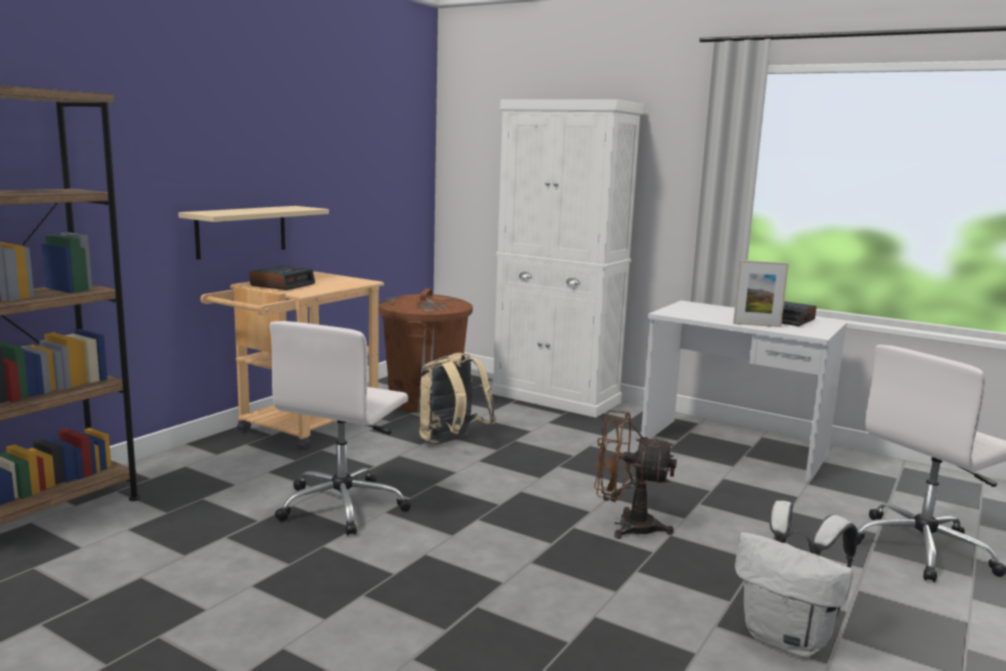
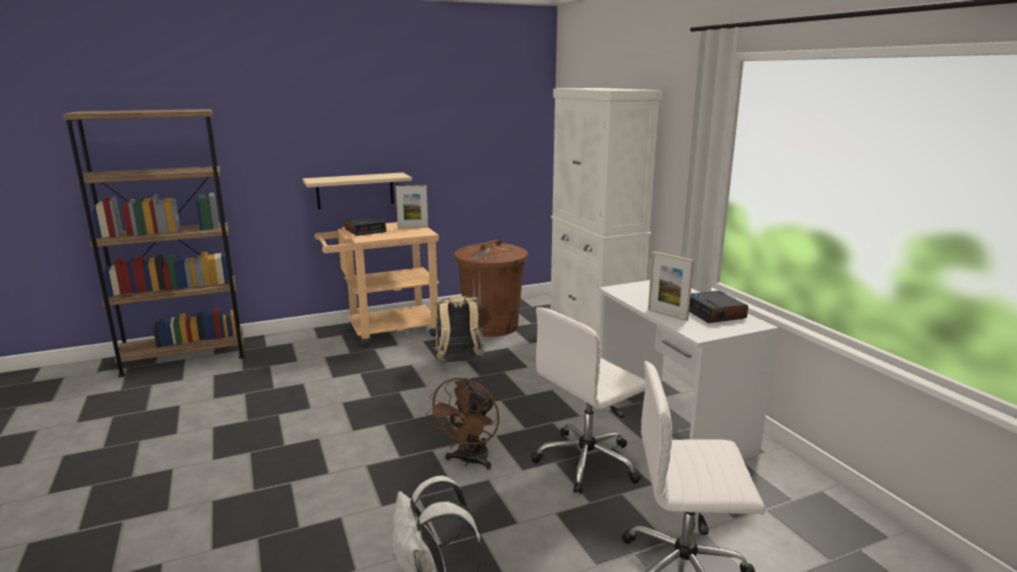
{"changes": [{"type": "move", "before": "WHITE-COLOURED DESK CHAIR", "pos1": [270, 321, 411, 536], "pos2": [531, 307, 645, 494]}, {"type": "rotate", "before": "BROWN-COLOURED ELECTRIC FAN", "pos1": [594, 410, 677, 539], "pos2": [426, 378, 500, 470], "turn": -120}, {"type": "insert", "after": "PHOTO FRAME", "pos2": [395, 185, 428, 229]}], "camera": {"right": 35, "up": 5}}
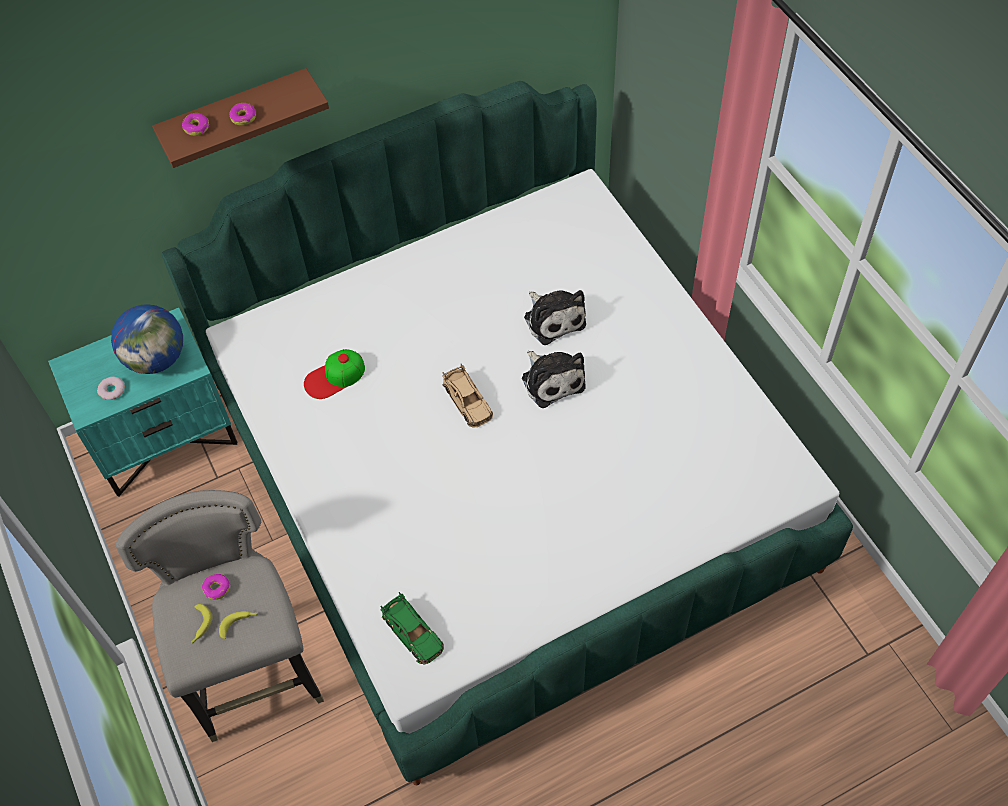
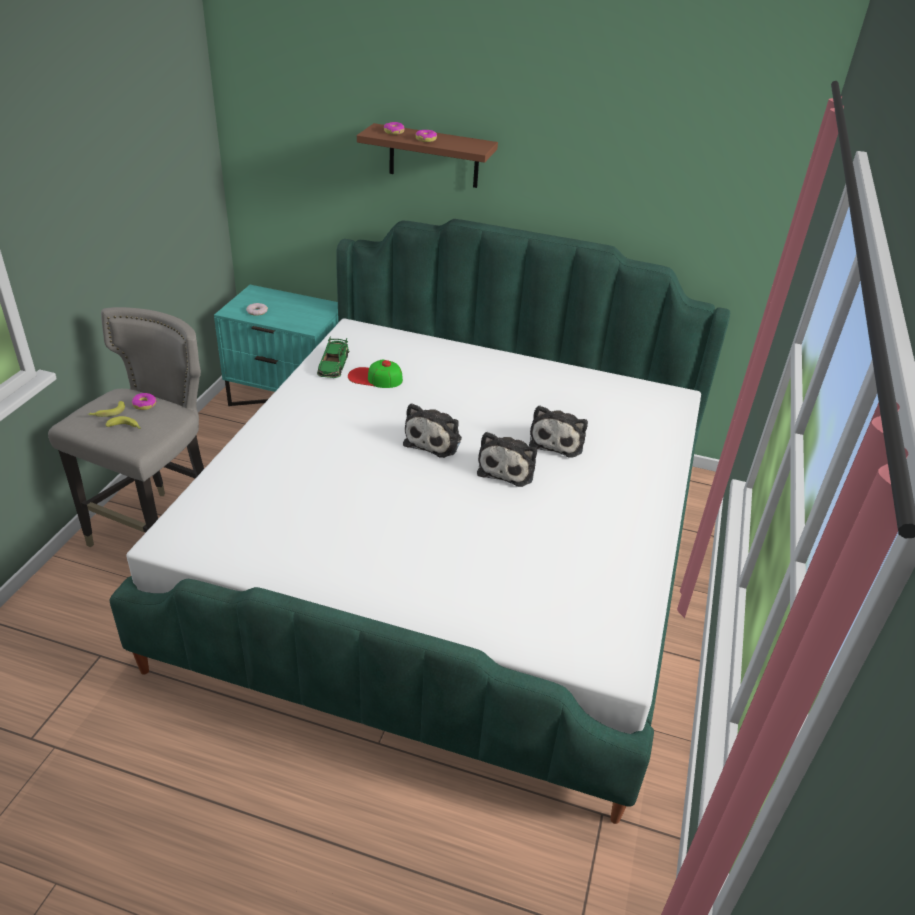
{"changes": [{"type": "delete", "before": "WORLD GLOBE", "pos1": [111, 304, 183, 374]}, {"type": "move", "before": "GREENISH MODEL CAR", "pos1": [380, 592, 444, 664], "pos2": [317, 337, 349, 378]}, {"type": "replace", "before": "BEIGE-COLOURED MODEL CAR", "after": "PLUSH TOY", "pos1": [442, 364, 493, 428], "pos2": [403, 403, 462, 458]}], "camera": {"right": 40, "up": -20}}
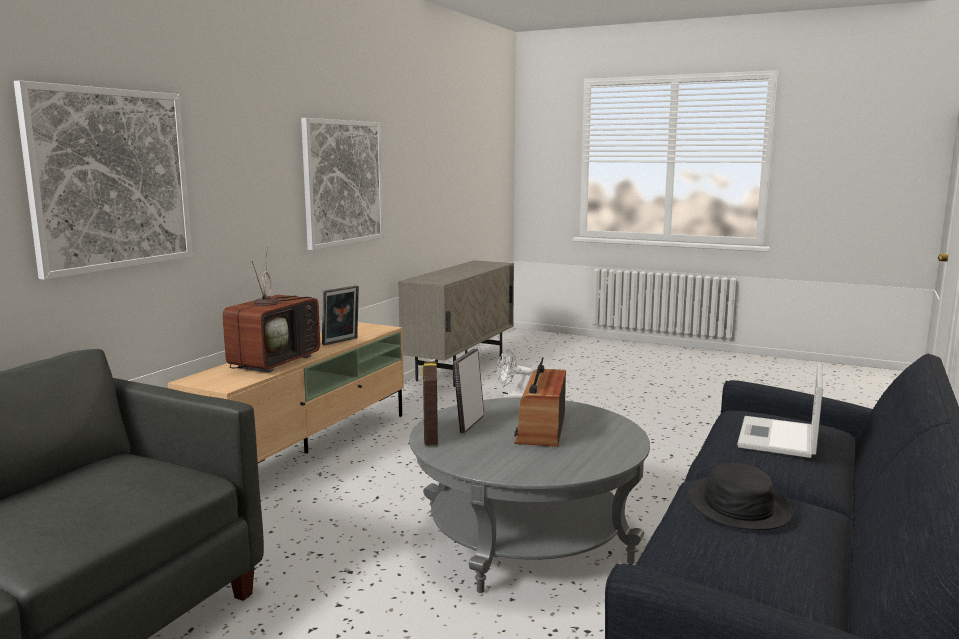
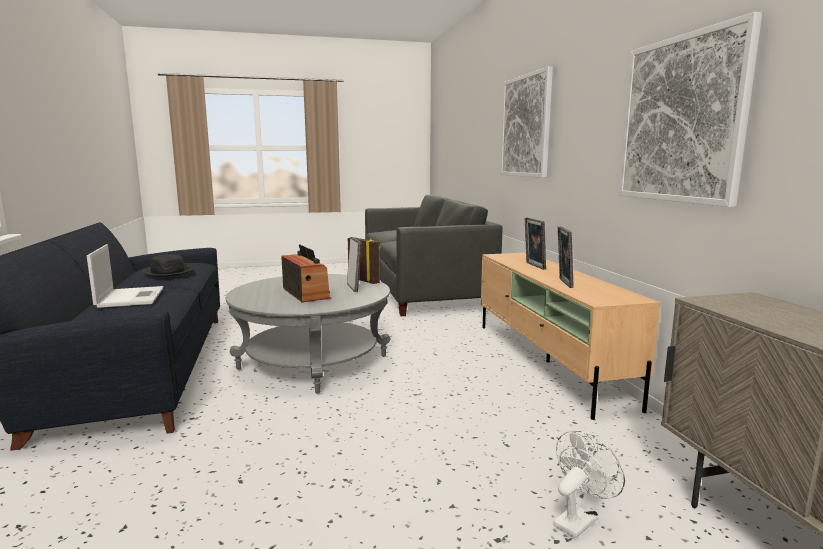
{"changes": [{"type": "replace", "before": "TV SET", "after": "PHOTO FRAME", "pos1": [222, 246, 320, 373], "pos2": [525, 217, 546, 269]}], "camera": {"right": 140, "up": 0}}
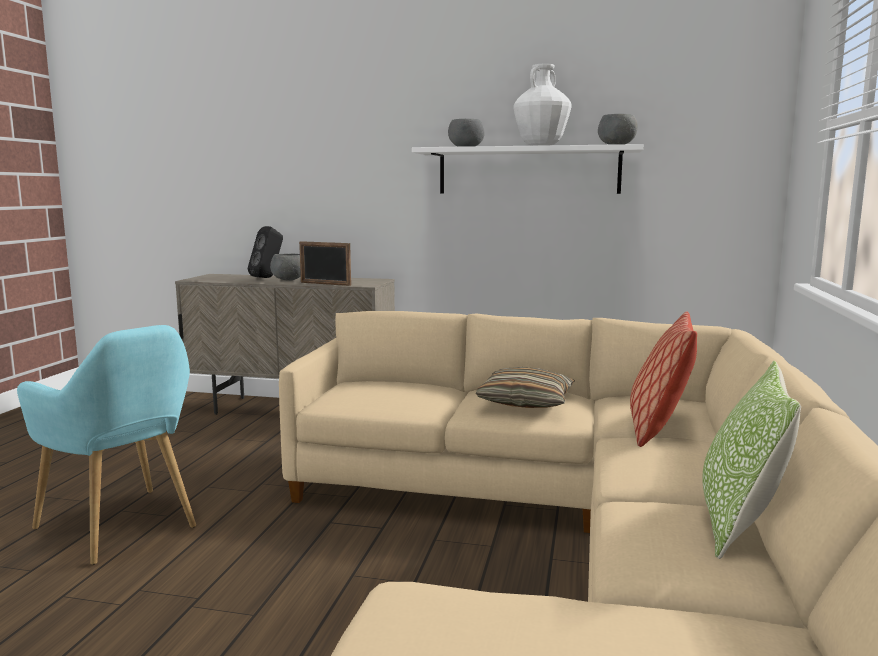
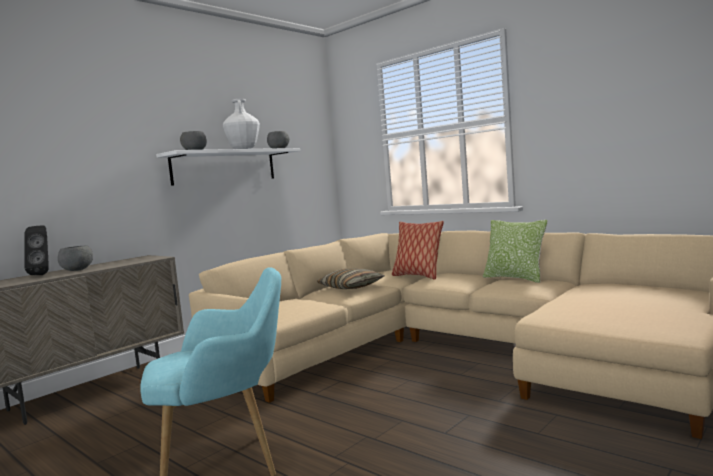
{"changes": [{"type": "delete", "before": "PHOTO FRAME", "pos1": [299, 241, 351, 286]}], "camera": {"right": -60, "up": -5}}
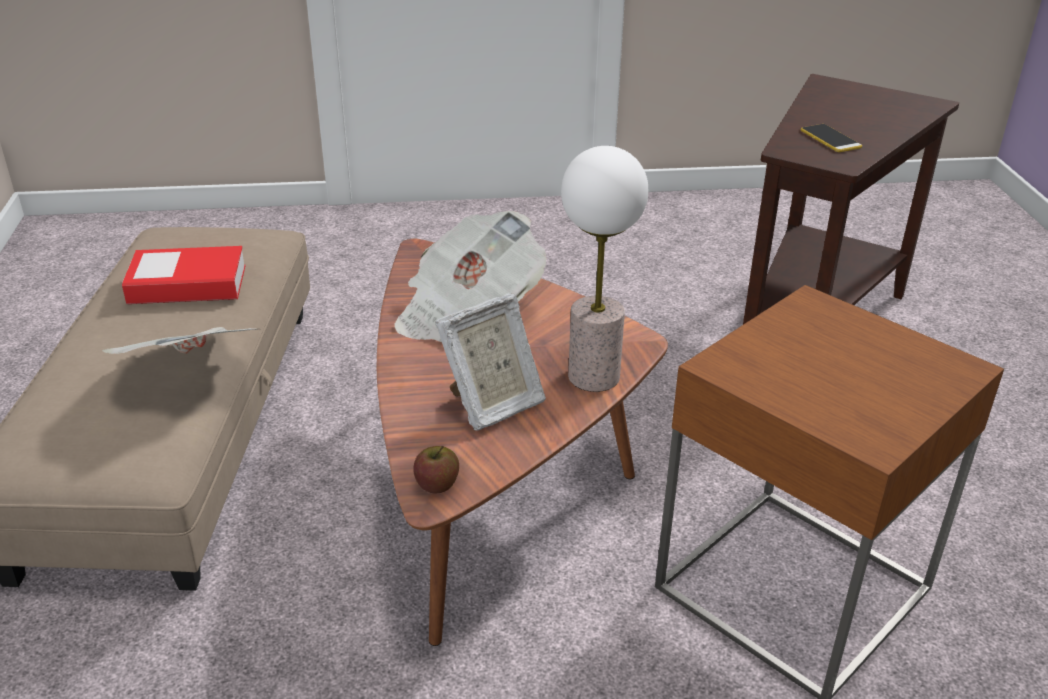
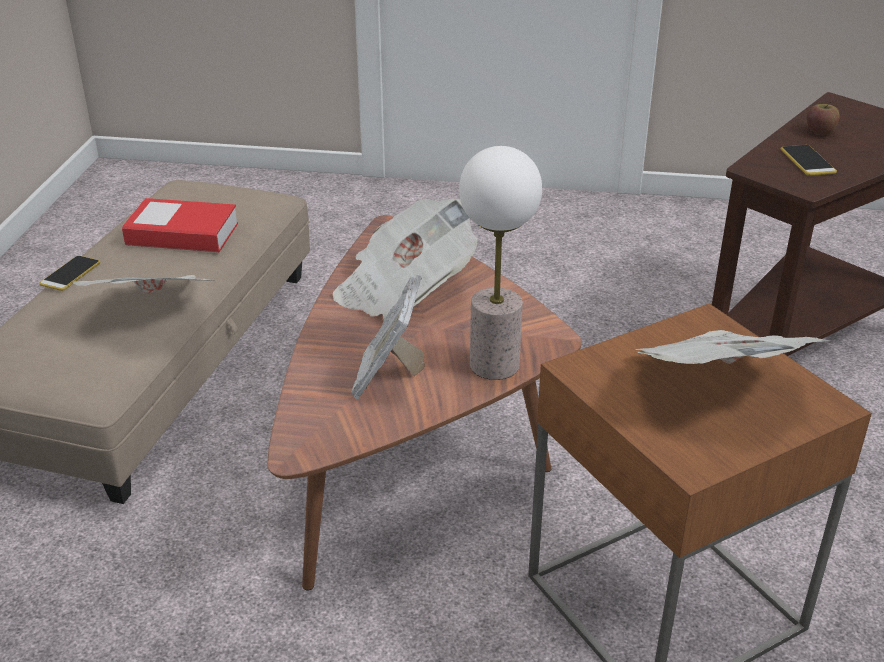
{"changes": [{"type": "move", "before": "APPLE FRUIT", "pos1": [413, 446, 459, 493], "pos2": [807, 101, 840, 135]}, {"type": "rotate", "before": "PHOTO FRAME", "pos1": [435, 293, 546, 431], "pos2": [351, 275, 425, 399], "turn": 120}, {"type": "insert", "after": "TELEPHONE", "pos2": [39, 256, 100, 291]}, {"type": "insert", "after": "DAILY PAPER", "pos2": [635, 330, 830, 364]}], "camera": {"right": 15, "up": 0}}
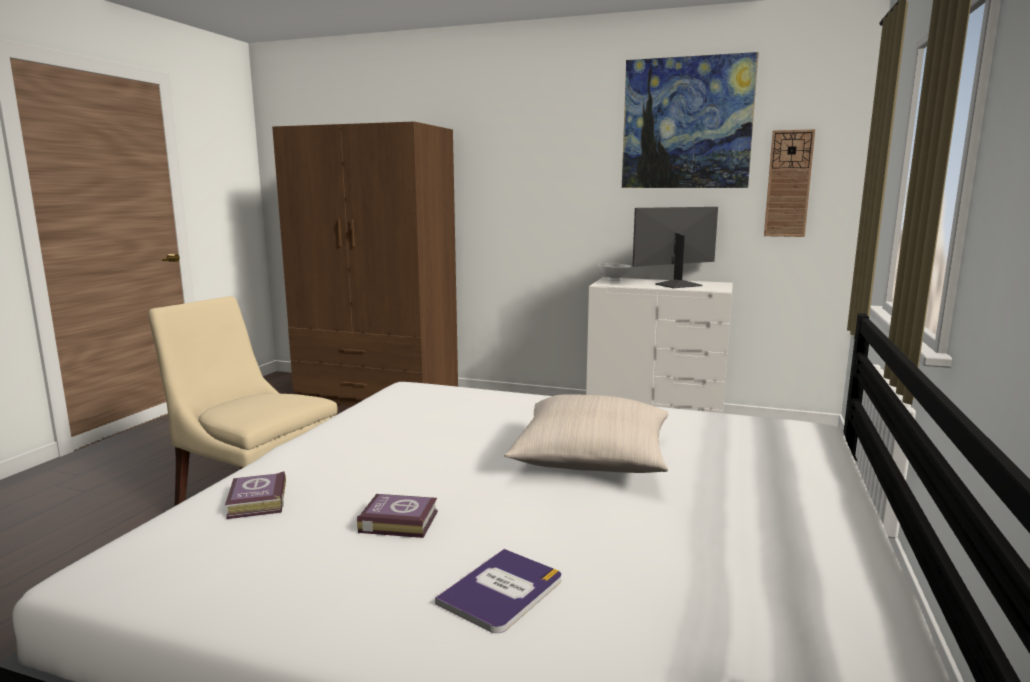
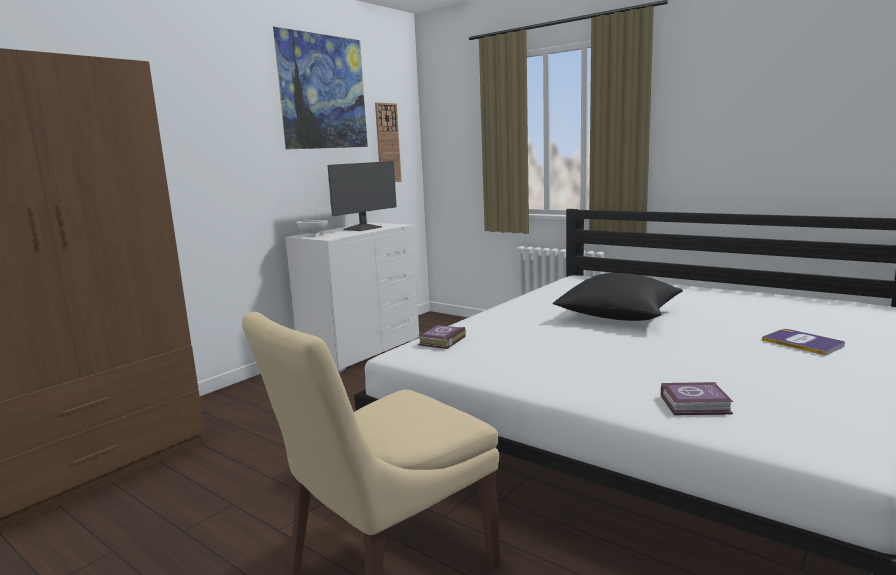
{"changes": [{"type": "move", "before": "BOUND BOOK", "pos1": [357, 494, 438, 538], "pos2": [418, 325, 466, 349]}, {"type": "recolor", "before": "BEIGE-COLOURED PILLOW", "after": "BLACKISH PILLOW", "pos1": [504, 395, 668, 473], "pos2": [553, 273, 683, 321]}, {"type": "rotate", "before": "COMPUTER SCREEN", "pos1": [632, 207, 718, 288], "pos2": [327, 161, 397, 231], "turn": -135}], "camera": {"right": -70, "up": 0}}
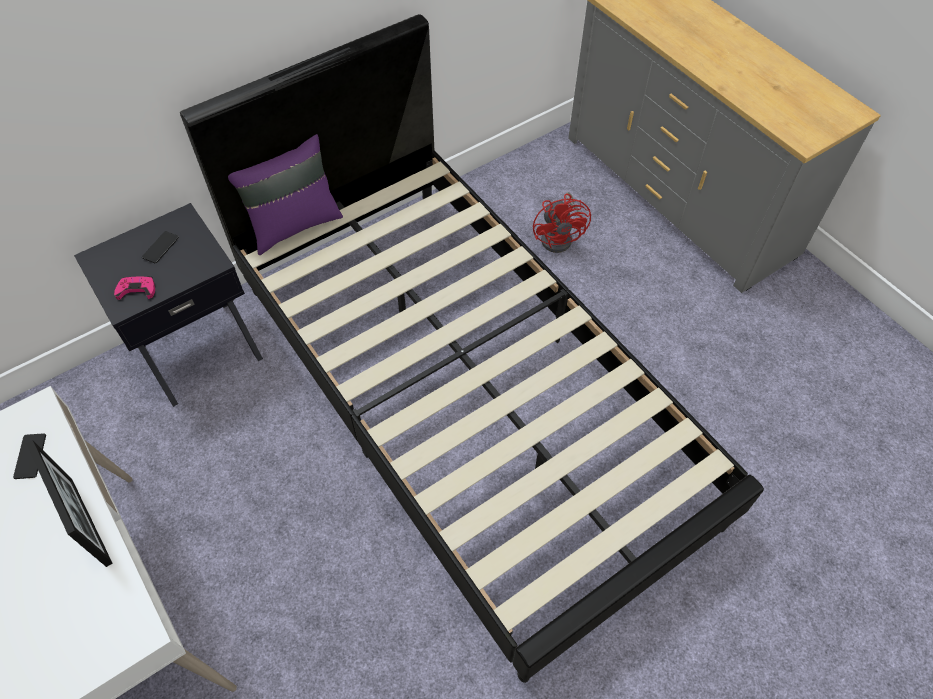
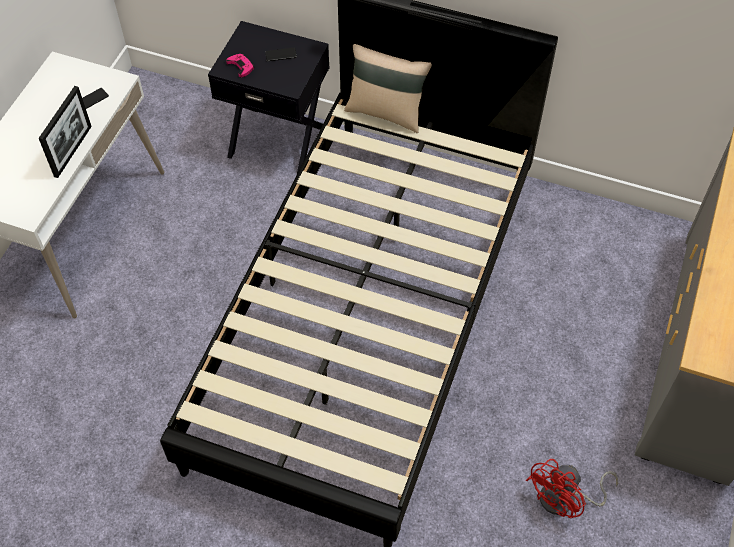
{"changes": [{"type": "recolor", "before": "PURPLISH PILLOW", "after": "BEIGE-COLOURED PILLOW", "pos1": [228, 134, 343, 255], "pos2": [344, 44, 432, 133]}, {"type": "move", "before": "RED-COLOURED ELECTRIC FAN", "pos1": [533, 192, 591, 253], "pos2": [526, 459, 618, 518]}], "camera": {"right": 55, "up": 0}}
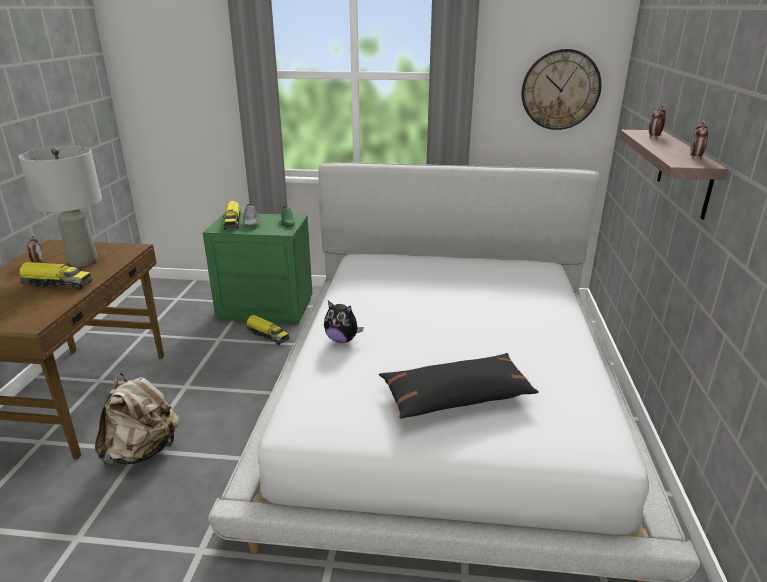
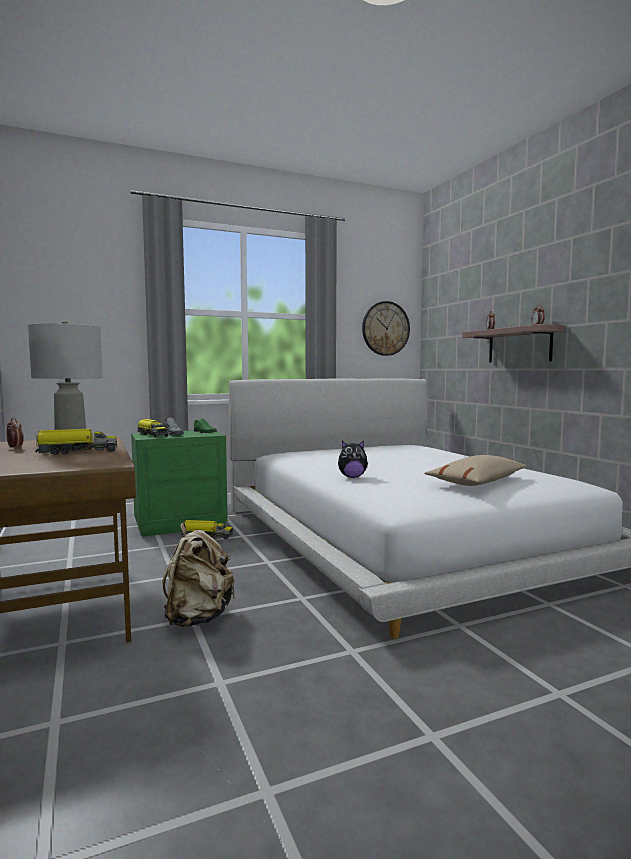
{"changes": [{"type": "recolor", "before": "BLACKISH PILLOW", "after": "BEIGE-COLOURED PILLOW", "pos1": [379, 353, 539, 419], "pos2": [424, 455, 527, 486]}], "camera": {"right": -30, "up": -20}}
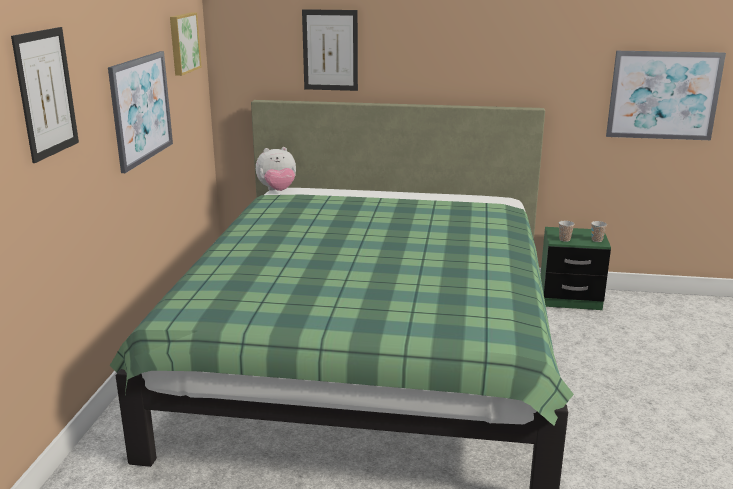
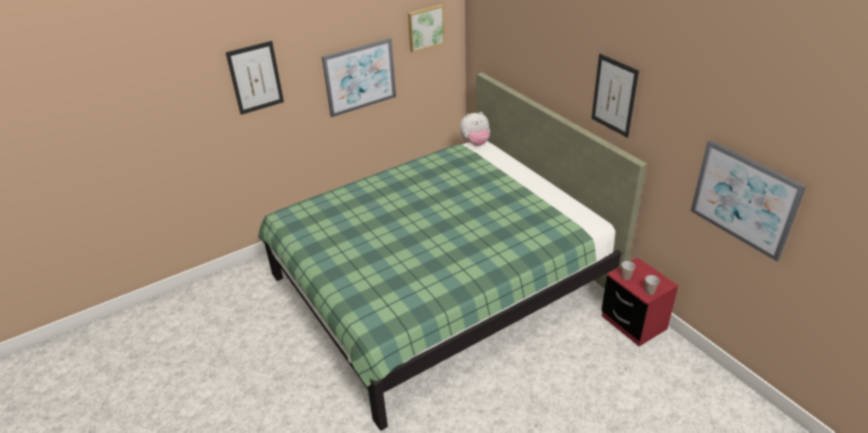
{"changes": [{"type": "rotate", "before": "PLUSH TOY", "pos1": [256, 147, 296, 191], "pos2": [460, 112, 490, 146], "turn": -45}, {"type": "move", "before": "WALL ART", "pos1": [302, 9, 358, 91], "pos2": [591, 54, 639, 138]}, {"type": "recolor", "before": "GREENISH NIGHTSTAND", "after": "RED-COLOURED NIGHTSTAND", "pos1": [541, 227, 611, 310], "pos2": [601, 258, 679, 346]}], "camera": {"right": 50, "up": 15}}
